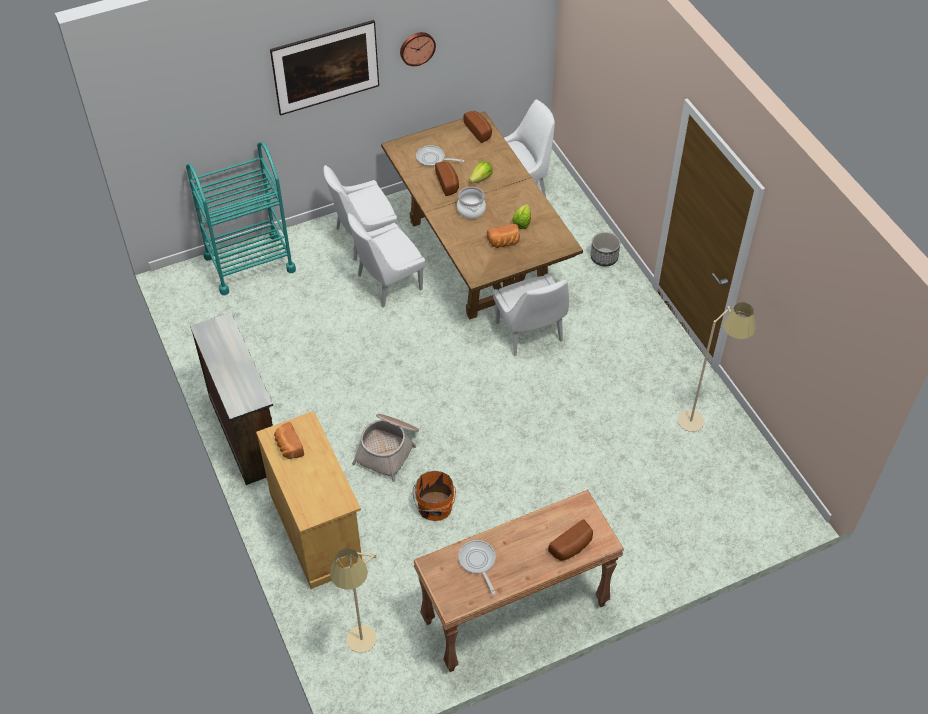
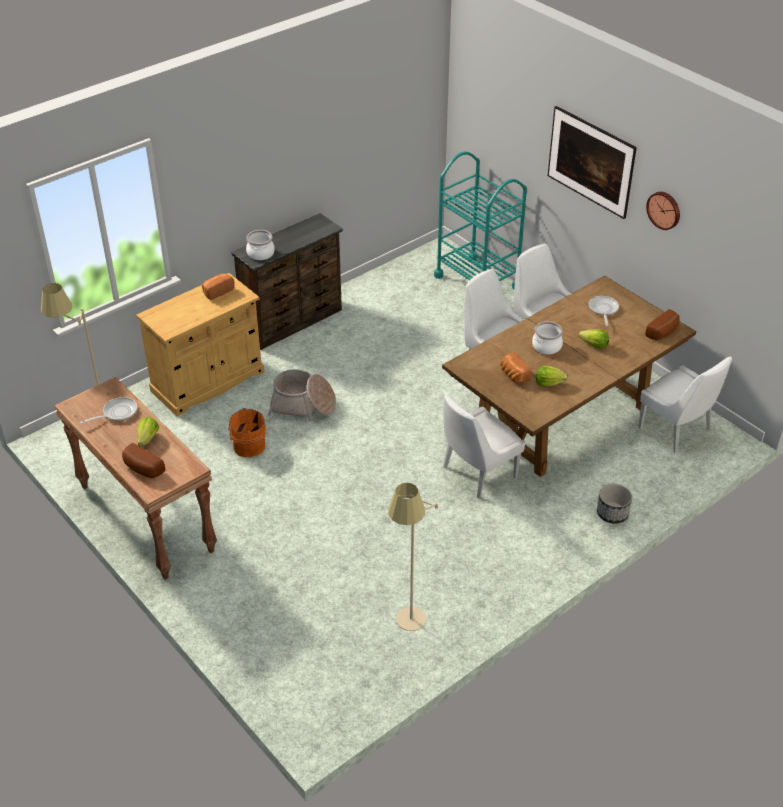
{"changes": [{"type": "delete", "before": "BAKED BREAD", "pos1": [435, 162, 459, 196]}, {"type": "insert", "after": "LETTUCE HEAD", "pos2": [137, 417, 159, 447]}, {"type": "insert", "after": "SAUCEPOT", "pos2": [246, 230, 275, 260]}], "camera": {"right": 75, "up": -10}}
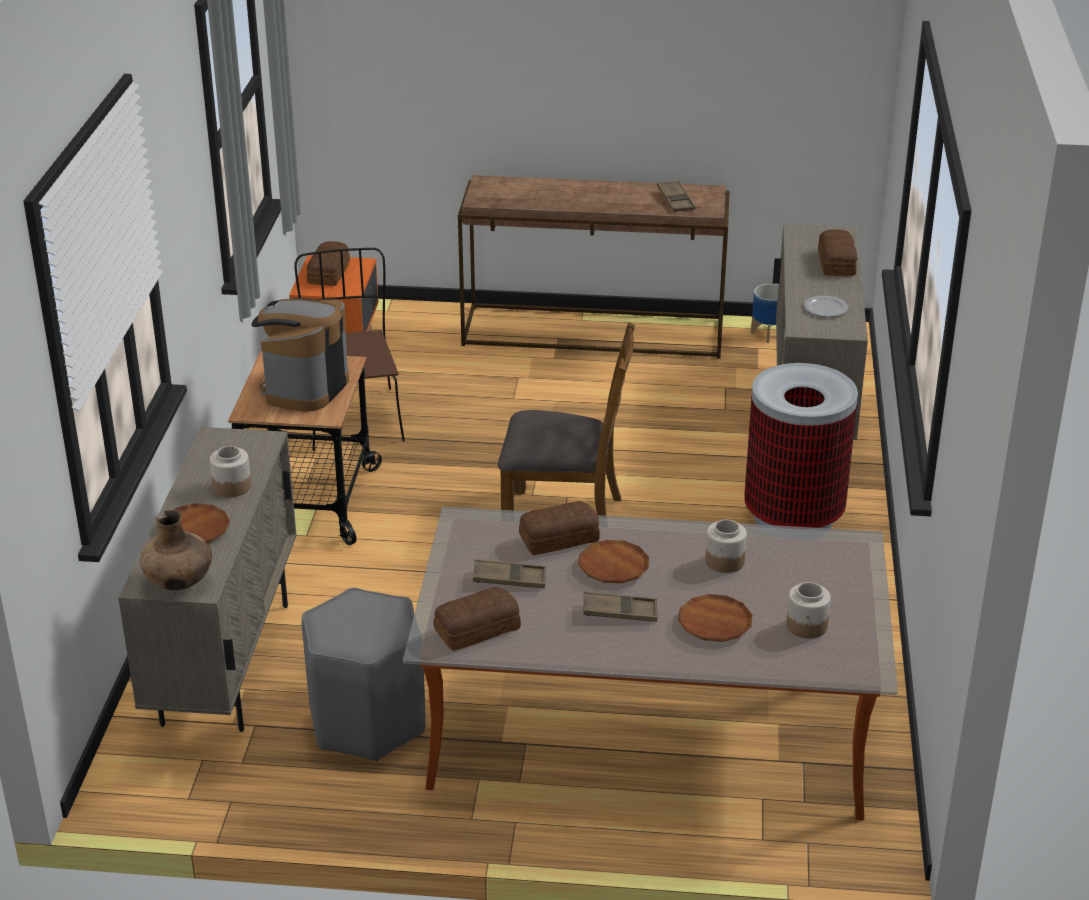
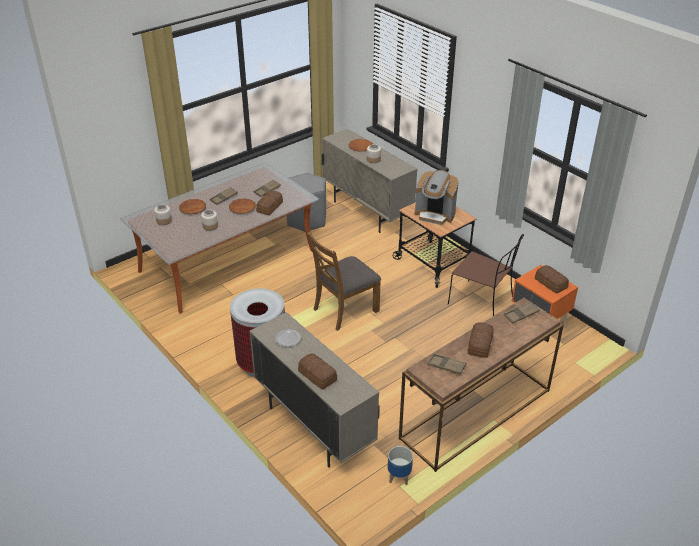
{"changes": [{"type": "delete", "before": "BROWN-COLOURED DECORATIVE VASE", "pos1": [140, 510, 212, 590]}, {"type": "rotate", "before": "COFFEE BREWER", "pos1": [251, 298, 349, 412], "pos2": [415, 170, 459, 225], "turn": 135}, {"type": "move", "before": "BAKED BREAD", "pos1": [433, 587, 521, 651], "pos2": [468, 322, 494, 358]}, {"type": "insert", "after": "BROWN-COLOURED CARRYING TRAY", "pos2": [504, 301, 540, 324]}], "camera": {"right": 135, "up": 5}}
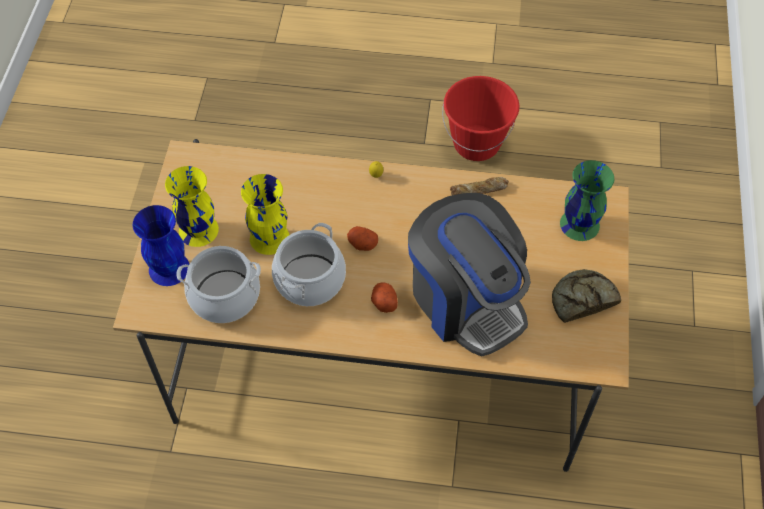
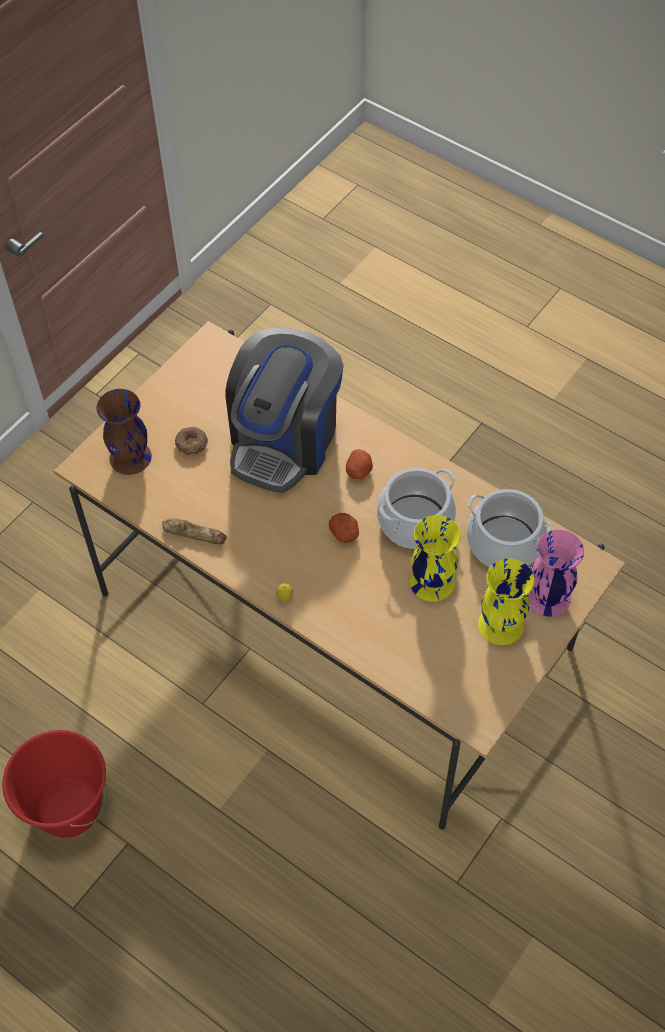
{"changes": [{"type": "recolor", "before": "BLUE DECORATIVE VASE", "after": "PINK-COLOURED DECORATIVE VASE", "pos1": [133, 205, 189, 286], "pos2": [528, 530, 584, 616]}, {"type": "rotate", "before": "COFFEE BREWER", "pos1": [408, 193, 531, 357], "pos2": [226, 328, 343, 493], "turn": -150}, {"type": "delete", "before": "BAKED BREAD", "pos1": [552, 269, 621, 323]}, {"type": "recolor", "before": "GREENISH DECORATIVE VASE", "after": "BROWN-COLOURED DECORATIVE VASE", "pos1": [560, 160, 614, 241], "pos2": [96, 389, 152, 475]}, {"type": "insert", "after": "DONUT", "pos2": [175, 427, 208, 456]}], "camera": {"right": -150, "up": 0}}
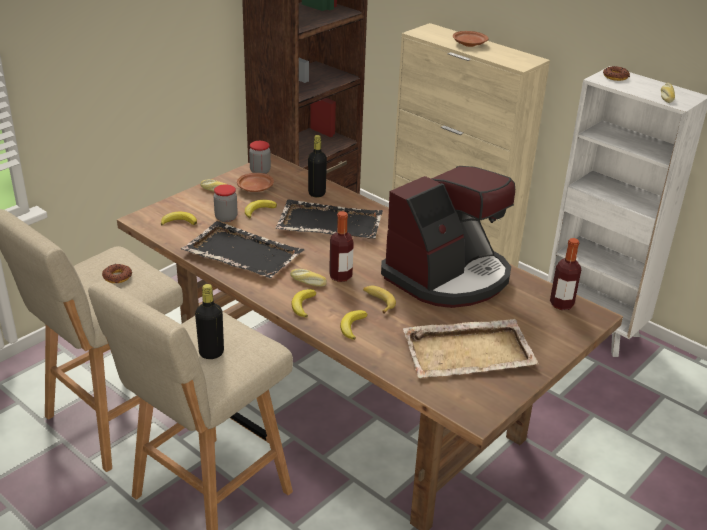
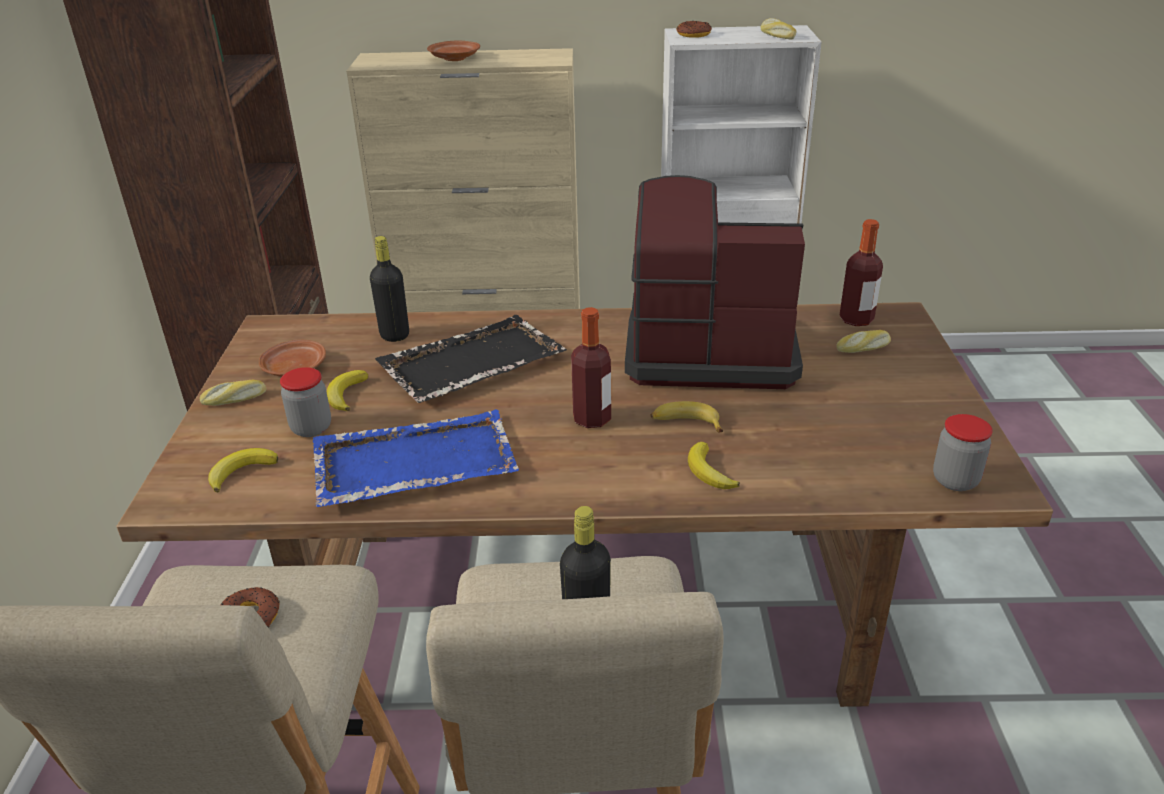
{"changes": [{"type": "recolor", "before": "BLACKISH CARRYING TRAY", "after": "BLUE CARRYING TRAY", "pos1": [181, 221, 304, 278], "pos2": [313, 409, 519, 507]}, {"type": "move", "before": "PRESERVE JAR", "pos1": [249, 141, 271, 174], "pos2": [933, 414, 993, 491]}, {"type": "move", "before": "BAKED BREAD", "pos1": [290, 269, 327, 286], "pos2": [836, 330, 891, 353]}, {"type": "delete", "before": "BANANA FRUIT", "pos1": [291, 289, 316, 317]}, {"type": "rotate", "before": "COFFEE BREWER", "pos1": [381, 166, 515, 308], "pos2": [625, 175, 805, 389], "turn": -90}, {"type": "delete", "before": "BEIGE-COLOURED CARRYING TRAY", "pos1": [403, 319, 539, 378]}], "camera": {"right": -40, "up": 0}}
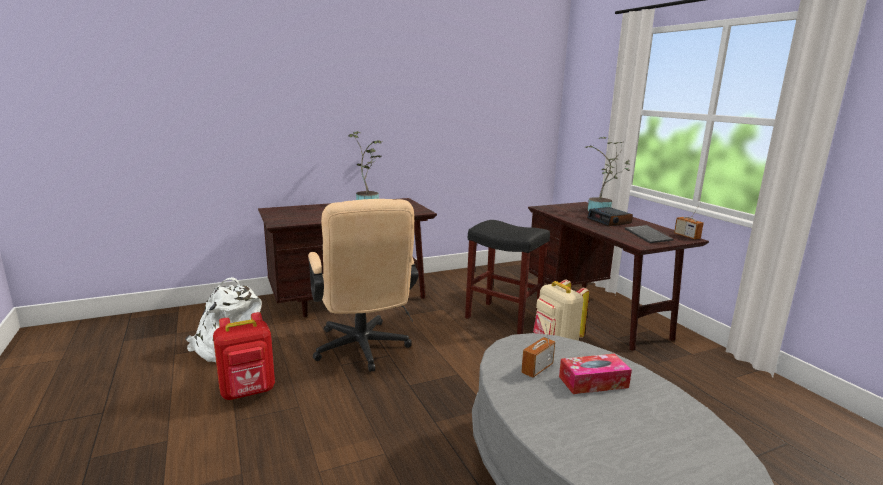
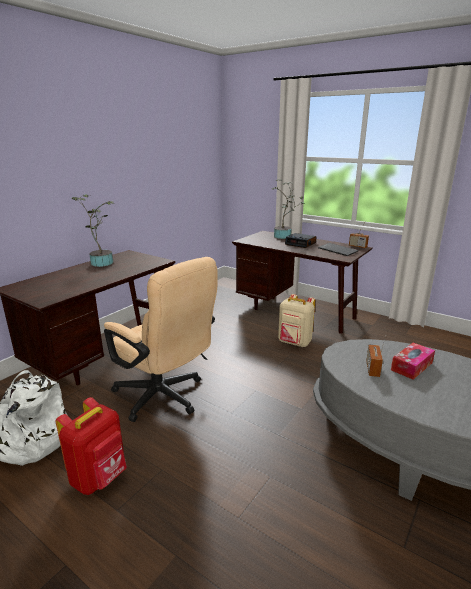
{"changes": [{"type": "delete", "before": "BLACKISH STOOL SEAT", "pos1": [465, 220, 550, 334]}], "camera": {"right": -30, "up": 5}}
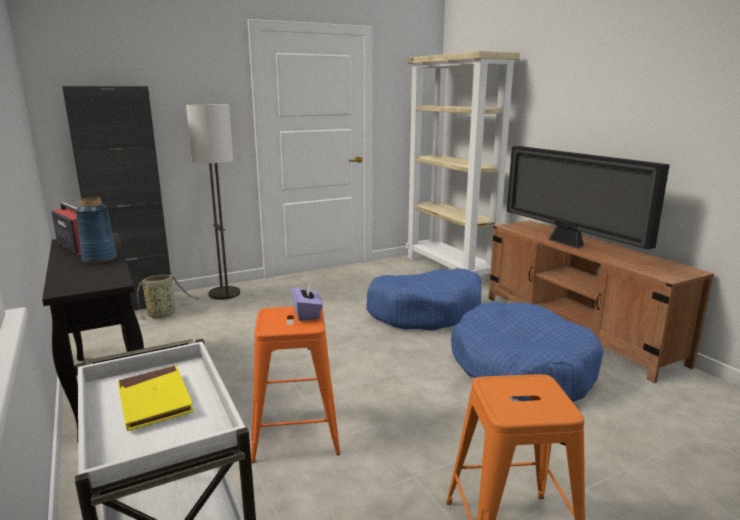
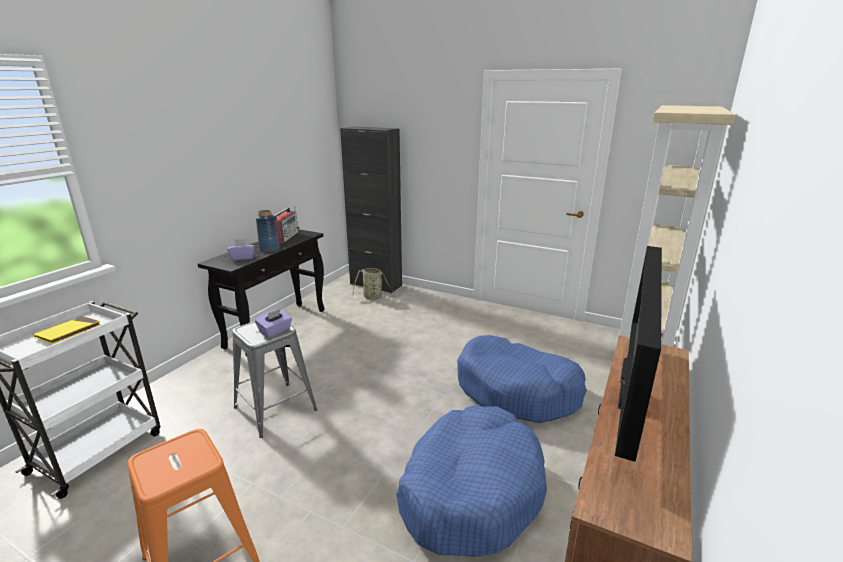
{"changes": [{"type": "delete", "before": "FLOOR LAMP", "pos1": [186, 104, 240, 300]}, {"type": "recolor", "before": "ORANGE-COLOURED STOOL SEAT", "after": "GRAY STOOL SEAT", "pos1": [251, 307, 341, 463], "pos2": [232, 321, 317, 438]}, {"type": "insert", "after": "PURPLISH BOX OF TISSUES", "pos2": [227, 239, 254, 261]}], "camera": {"right": 55, "up": 5}}
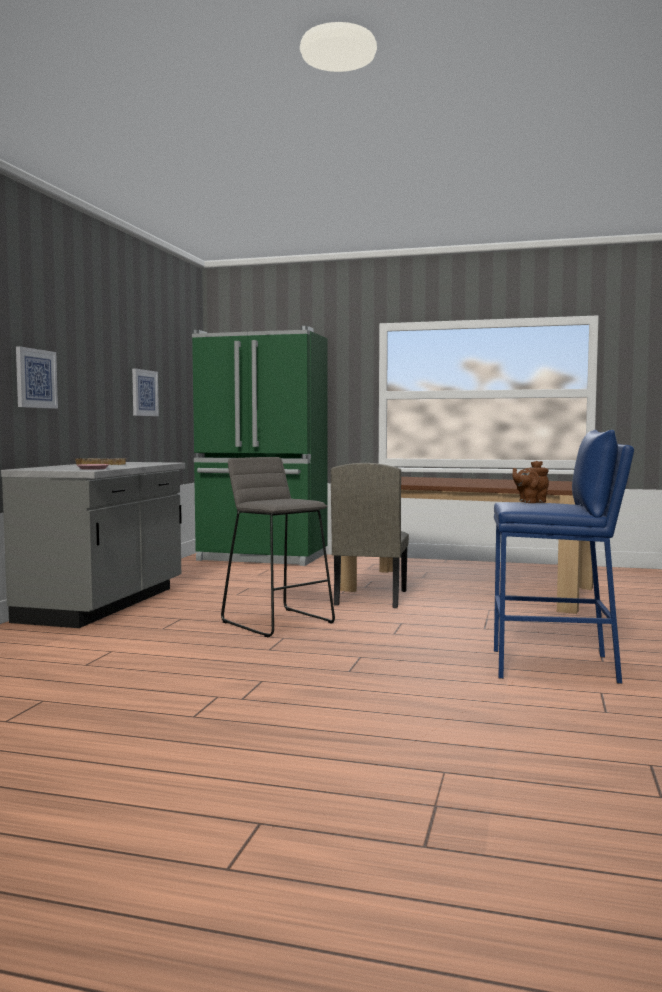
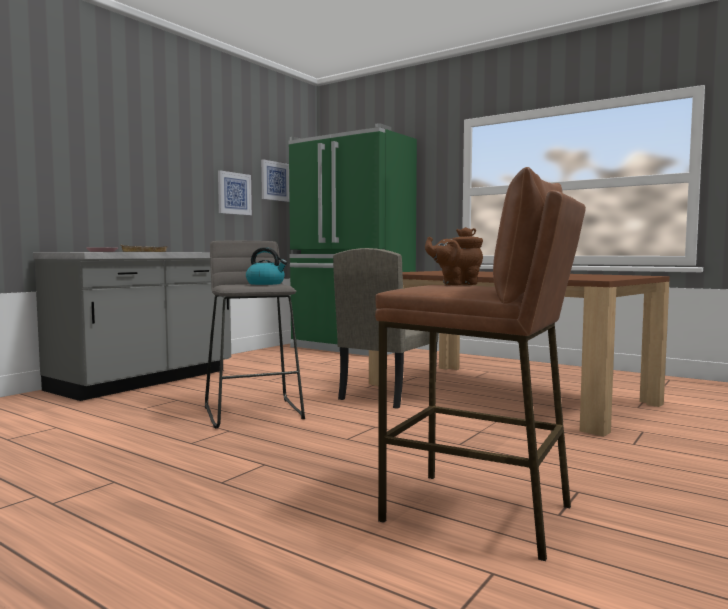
{"changes": [{"type": "move", "before": "WALL ART", "pos1": [16, 346, 58, 409], "pos2": [261, 159, 289, 202]}, {"type": "recolor", "before": "BLUE STOOL SEAT", "after": "BROWN-COLOURED STOOL SEAT", "pos1": [494, 430, 634, 684], "pos2": [375, 167, 586, 561]}, {"type": "insert", "after": "TEA KETTLE", "pos2": [246, 247, 287, 285]}], "camera": {"right": 20, "up": 0}}
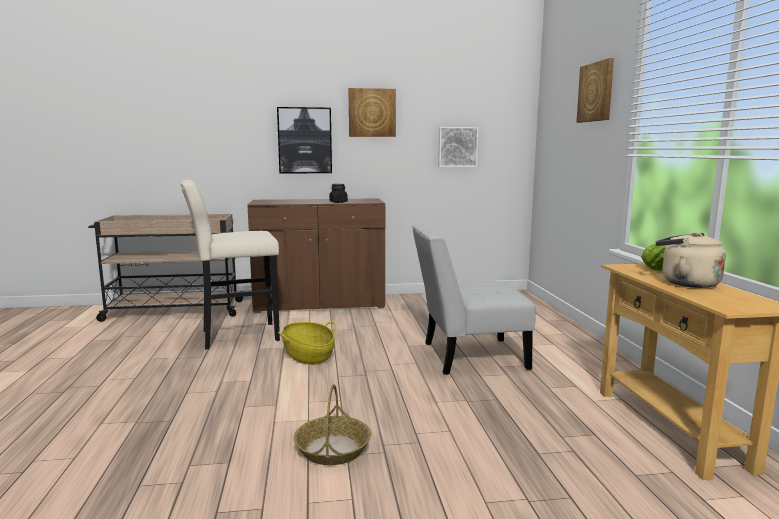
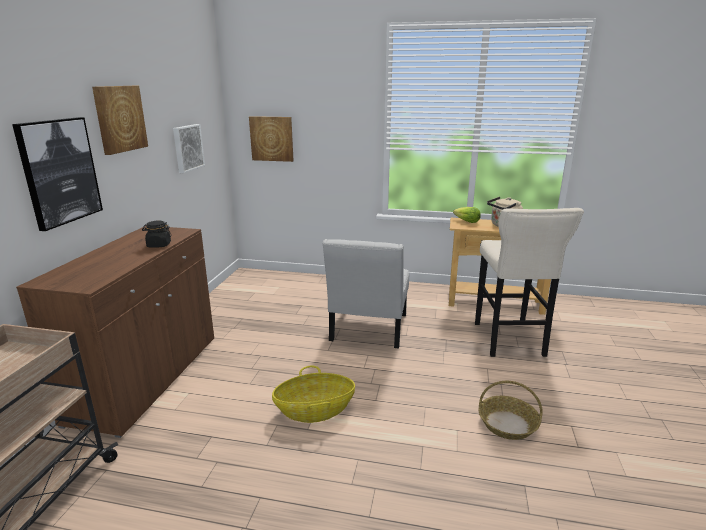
{"changes": [{"type": "move", "before": "BEIGE-COLOURED STOOL SEAT", "pos1": [181, 180, 280, 350], "pos2": [475, 208, 584, 357]}, {"type": "move", "before": "WALL ART", "pos1": [576, 58, 614, 123], "pos2": [249, 116, 294, 162]}], "camera": {"right": -70, "up": 10}}
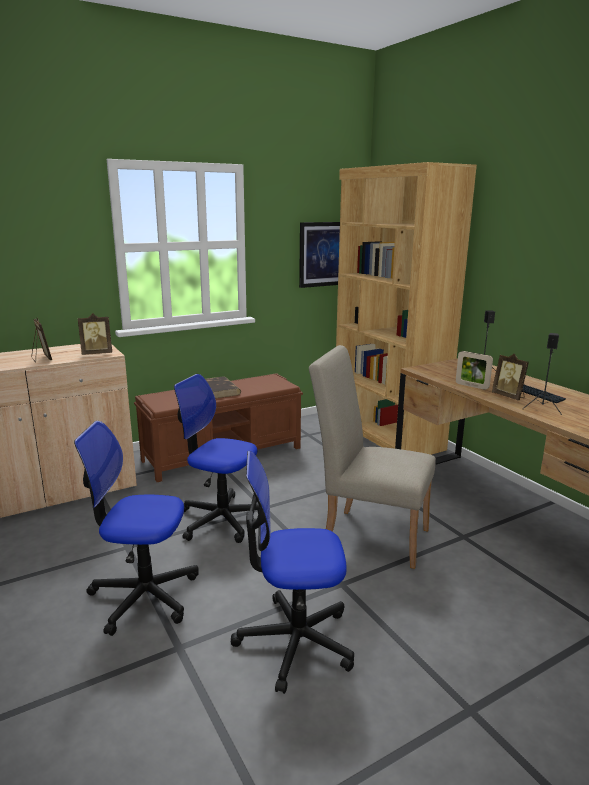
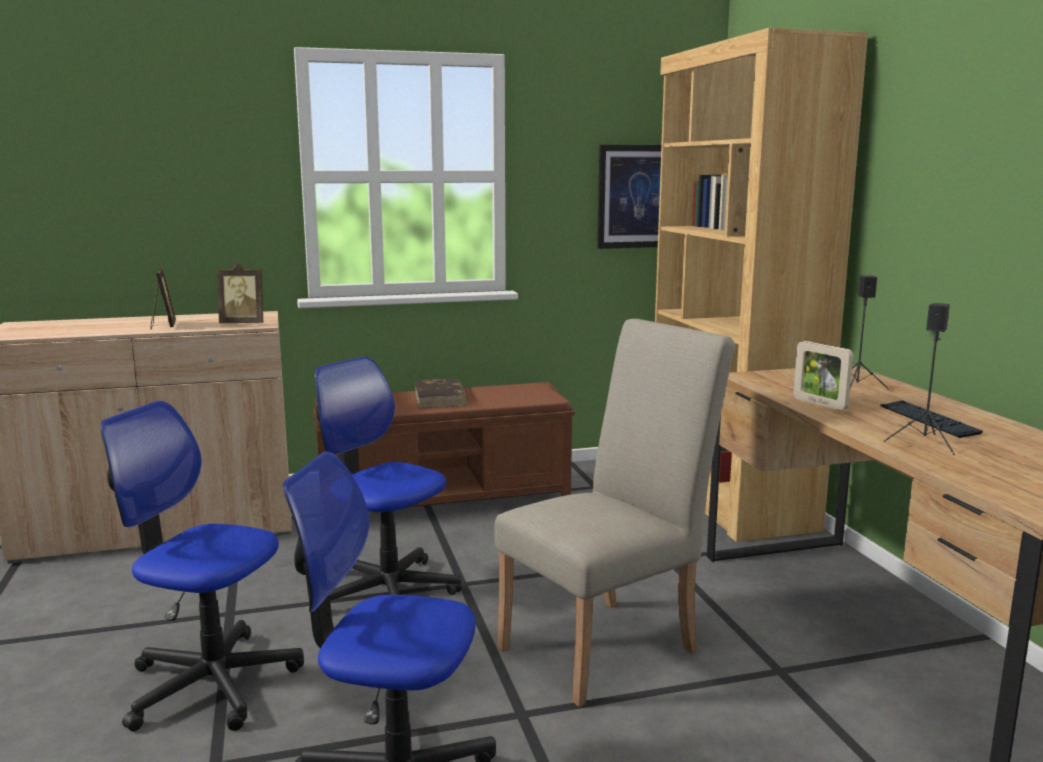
{"changes": [{"type": "rotate", "before": "BEIGE-COLOURED CHAIR", "pos1": [309, 345, 436, 569], "pos2": [494, 319, 735, 707], "turn": 105}, {"type": "delete", "before": "PHOTO FRAME", "pos1": [492, 354, 529, 401]}], "camera": {"right": 15, "up": -5}}
